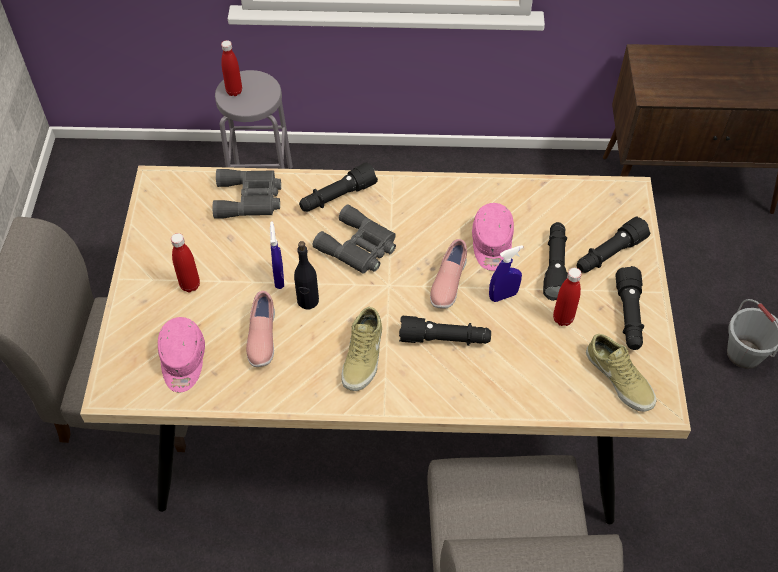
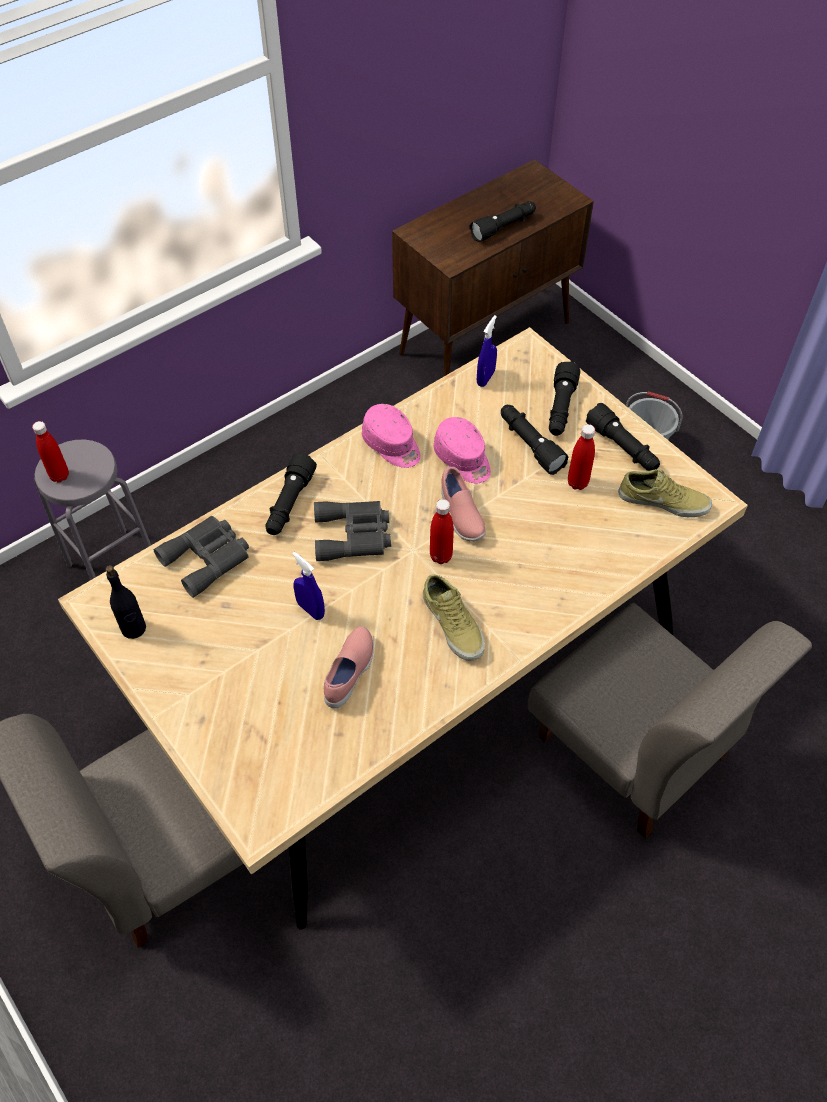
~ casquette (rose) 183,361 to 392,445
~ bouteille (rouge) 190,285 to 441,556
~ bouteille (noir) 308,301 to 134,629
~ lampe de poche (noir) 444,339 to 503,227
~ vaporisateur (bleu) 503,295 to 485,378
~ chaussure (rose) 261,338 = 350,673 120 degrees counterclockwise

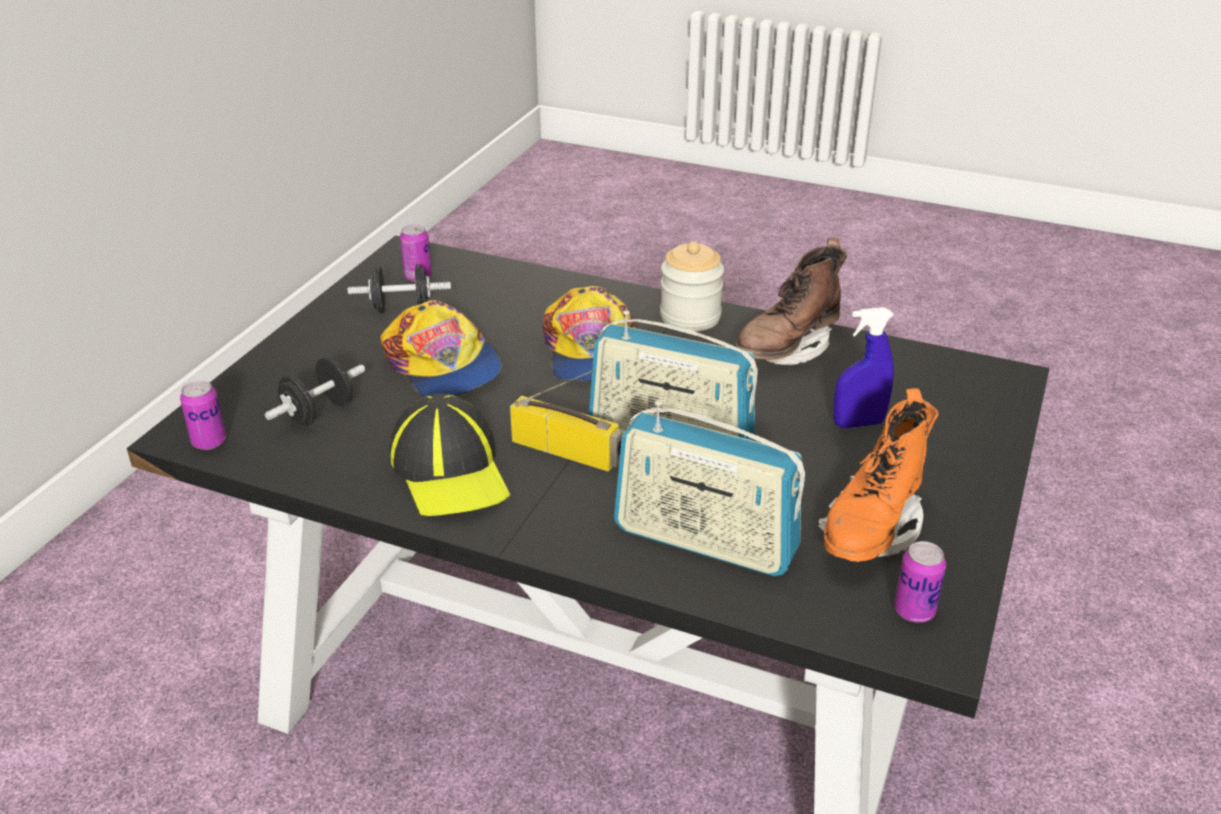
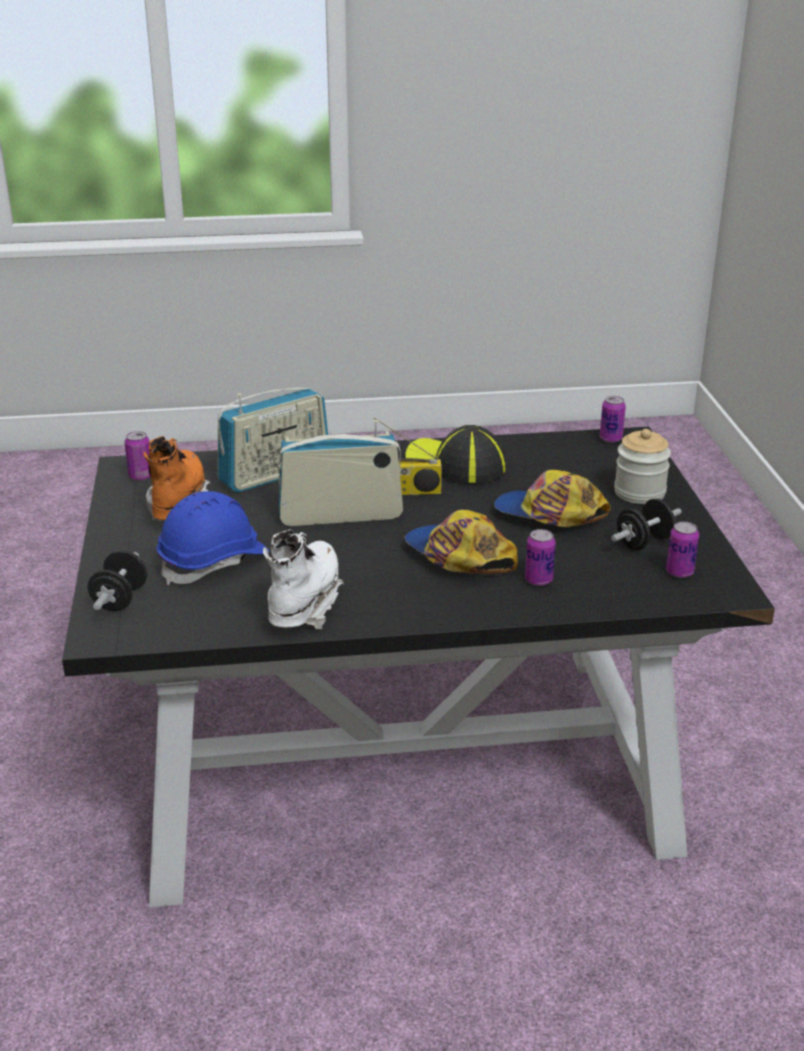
+ boîte métallique 538,580
~ haltère (noir) 319,413 to 120,599
~ bocal 690,317 to 639,493
~ vaporisateur (bleu) 858,423 to casque de chantier (bleu) 214,562
~ botte (marron) 786,349 to botte (blanc) 304,605
~ radio 704,541 = 275,474 150 degrees clockwise

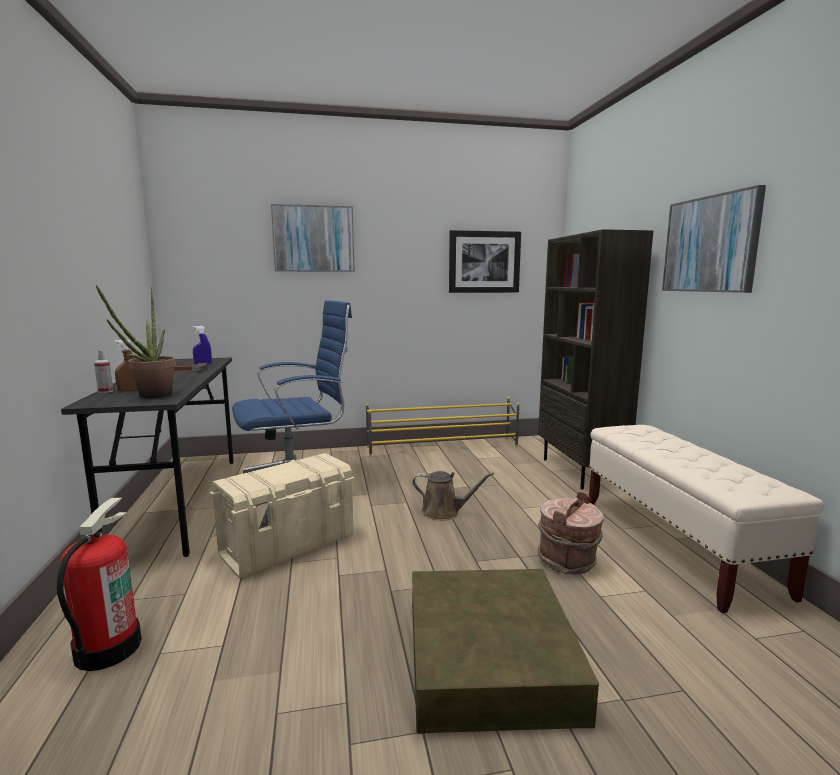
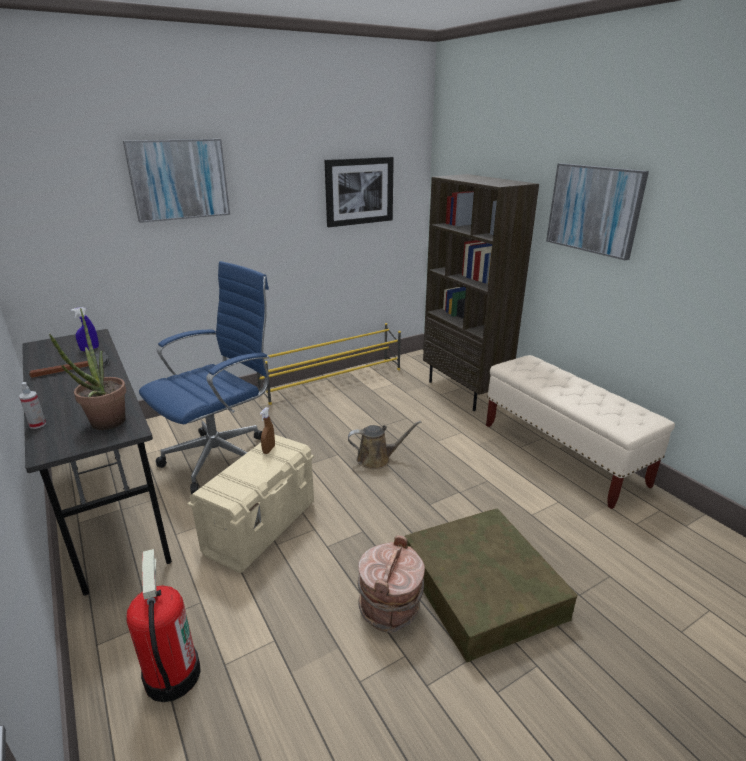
~ vaporisateur (marron) 129,390 to 269,450
~ seau (marron) 568,561 to 390,608

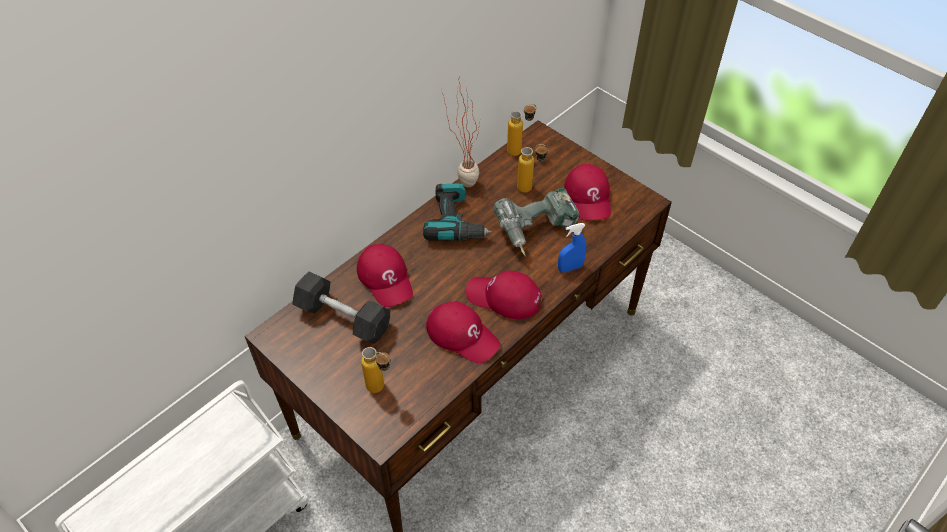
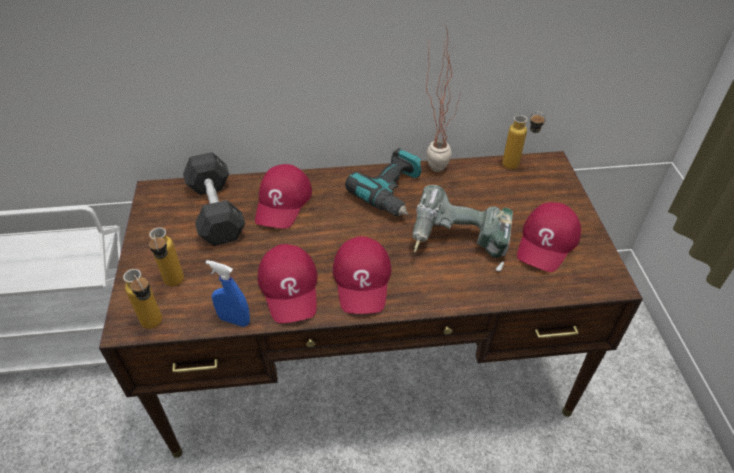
~ bouteille 530,188 to 155,327
~ vaporisateur (bleu) 570,268 to 234,320
~ casquette (rouge) 504,297 = 362,280 150 degrees counterclockwise

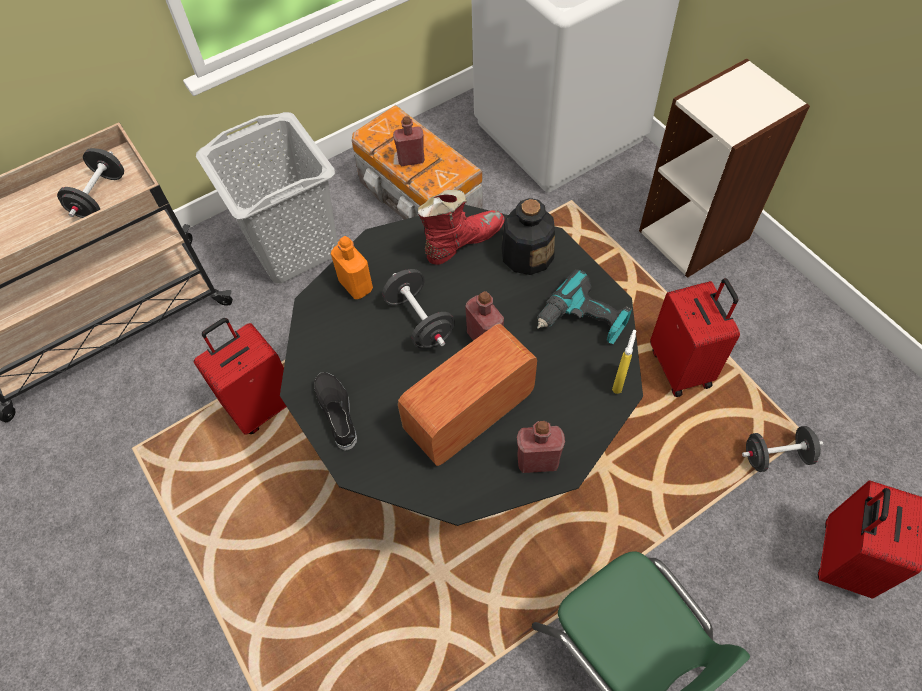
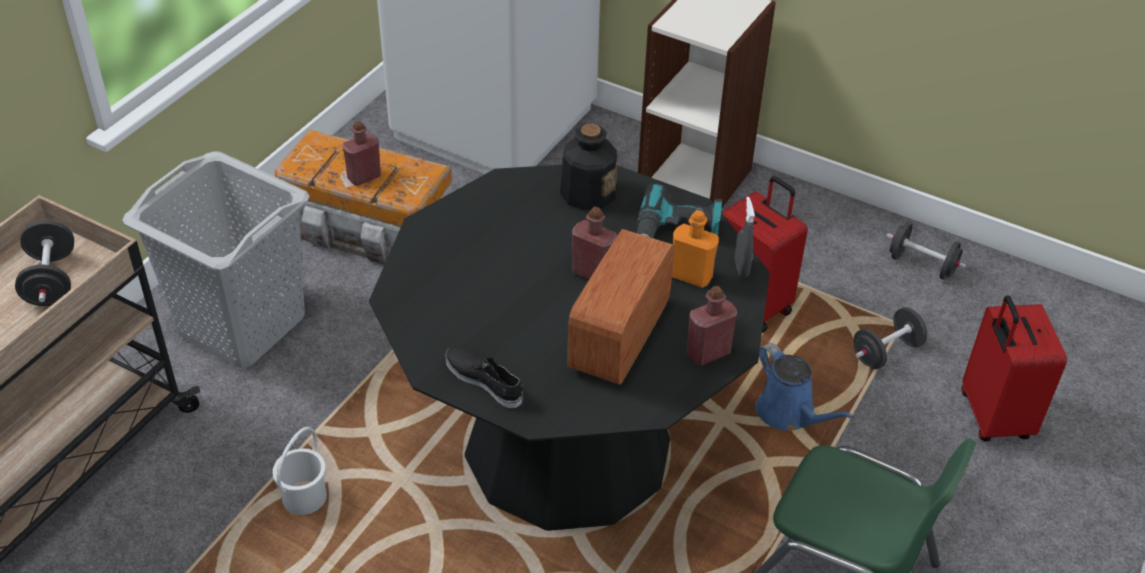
- botte (rouge) 462,242
+ arrosoir (bleu) 789,415
~ bouteille (orange) 356,285 to 691,276
~ haltère (noir) 419,321 to 921,265
~ valise (rouge) 262,405 to seau (blanc) 303,498
~ vaporisateur (jaune) 619,381 to vaporisateur (gris) 741,267

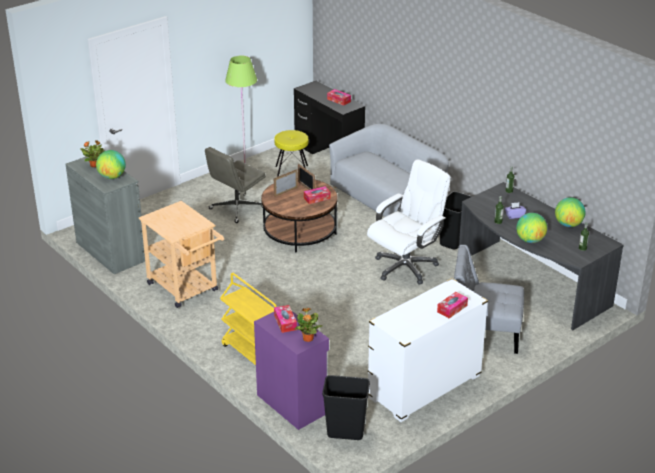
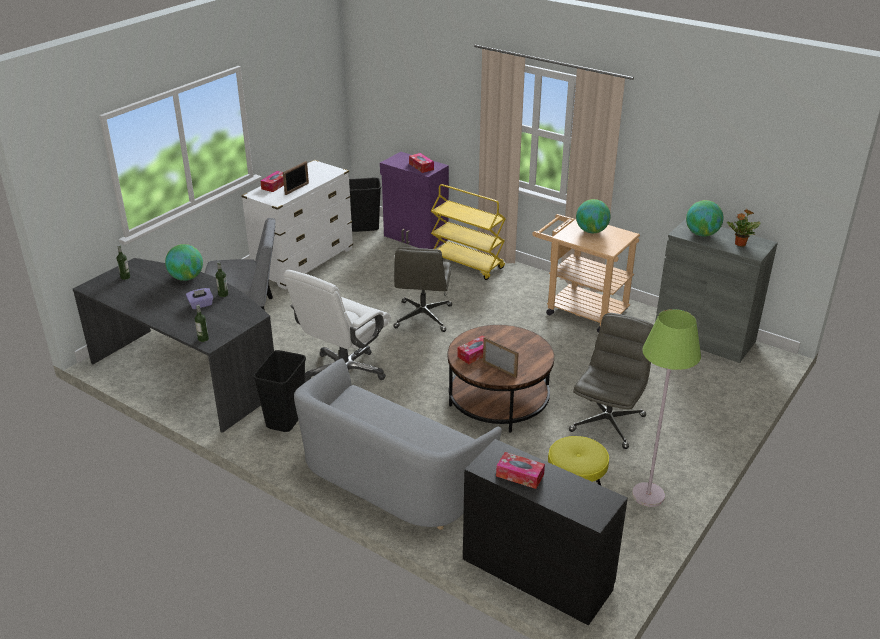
- plante en pot 308,339
+ chaise de bureau (gris) 423,317
~ cadre photo 285,191 to 297,189
~ globe 568,224 to 591,231

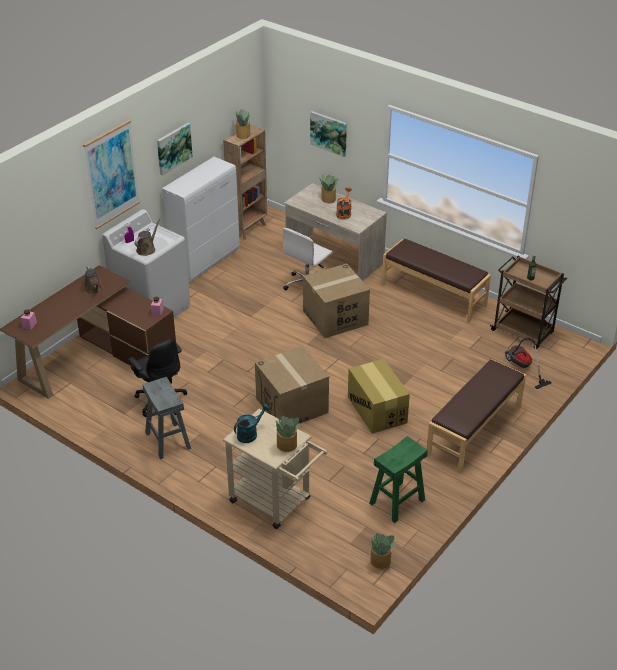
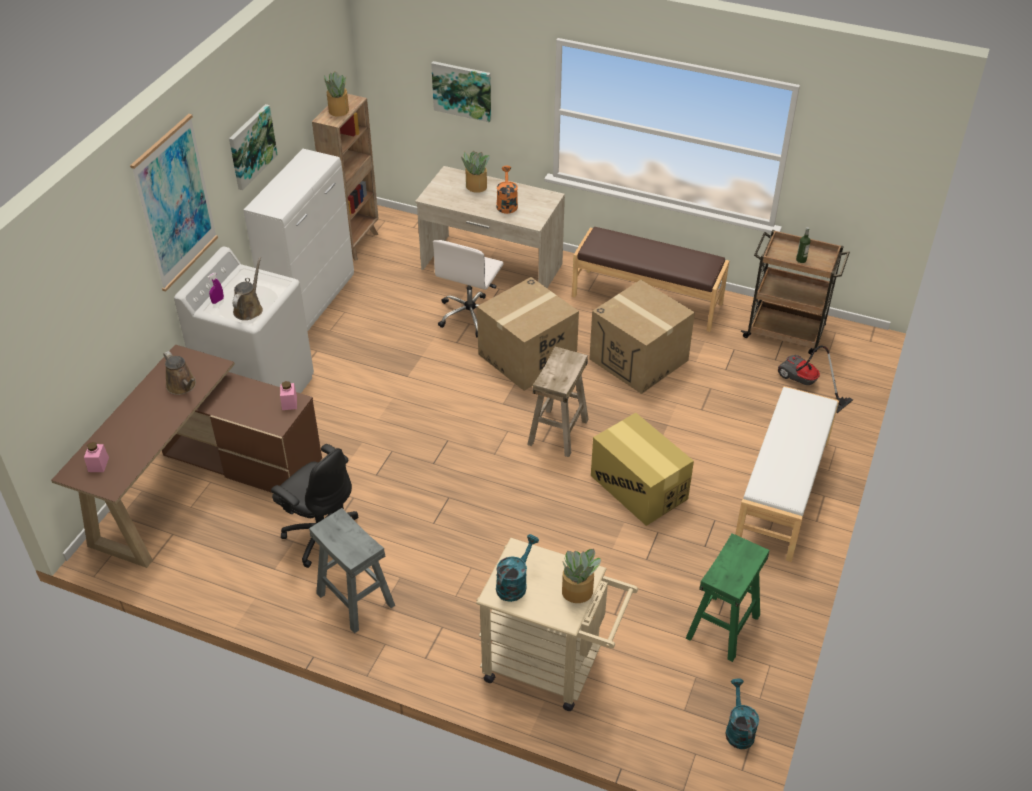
+ tabouret (beige) 558,432
~ carton 292,405 to 639,359
~ plante en pot 381,561 to arrosoir (turquoise) 738,729
~ banc (marron) 475,430 to banc (blanc) 783,492

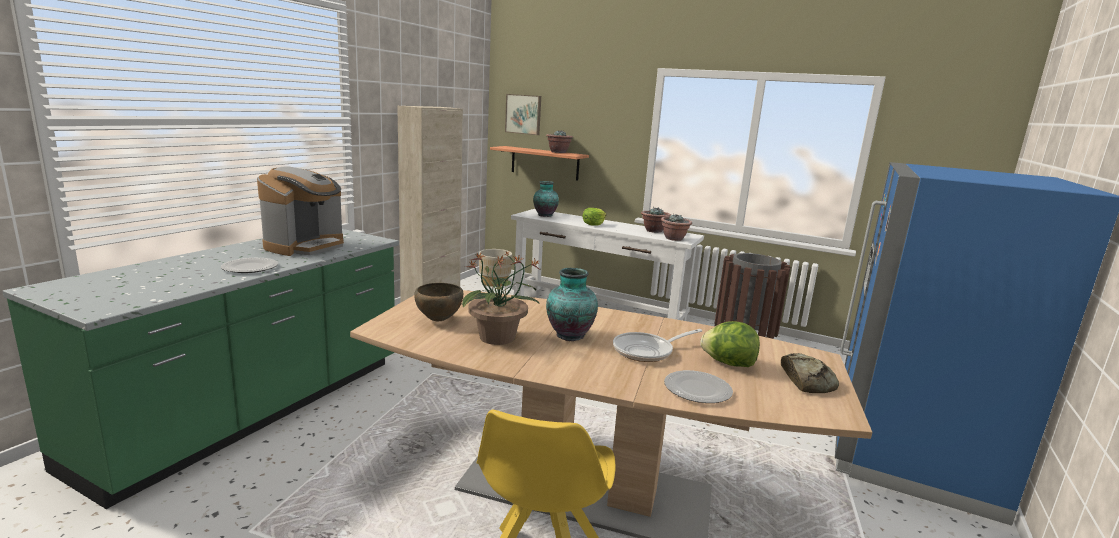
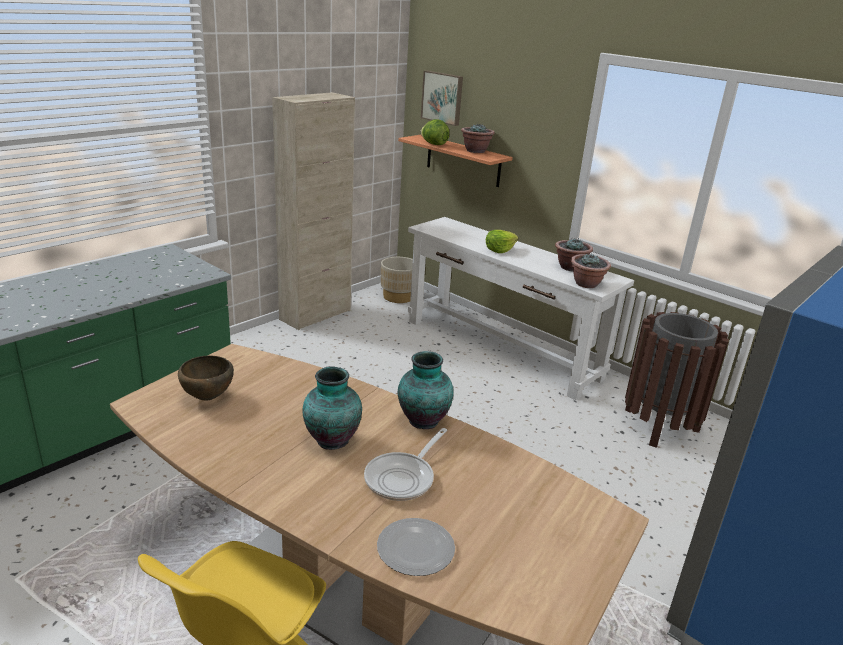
- assiette 249,268
- machine à café 306,246
- plante en pot 498,338
- pain 806,380
~ vase 544,215 to 422,421
~ laitue 728,363 to 434,144
~ poêle 647,351 = 403,478 45 degrees counterclockwise

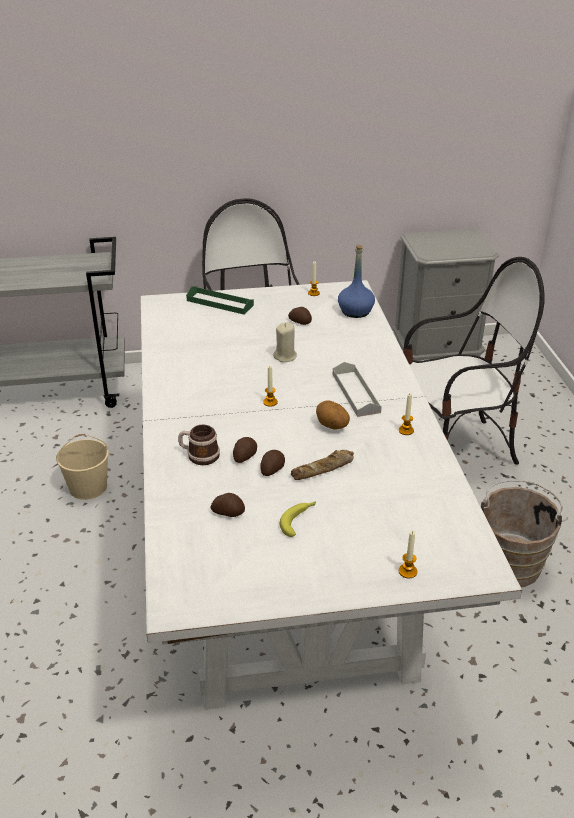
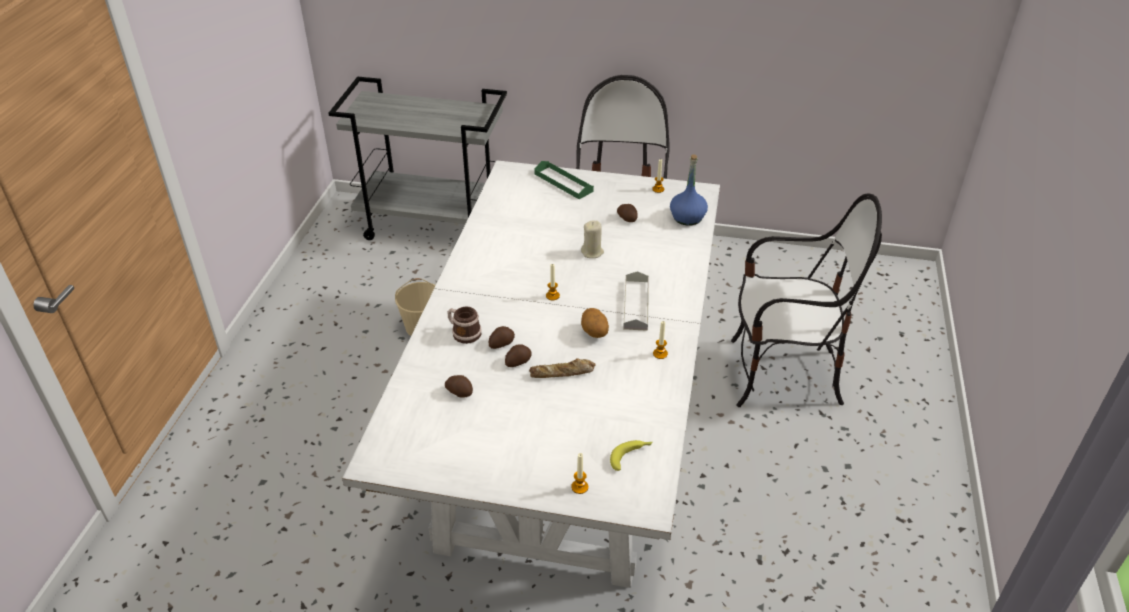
- table de chevet (gris) 436,356
- seau (marron) 510,561
~ banane 299,520 to 631,456

